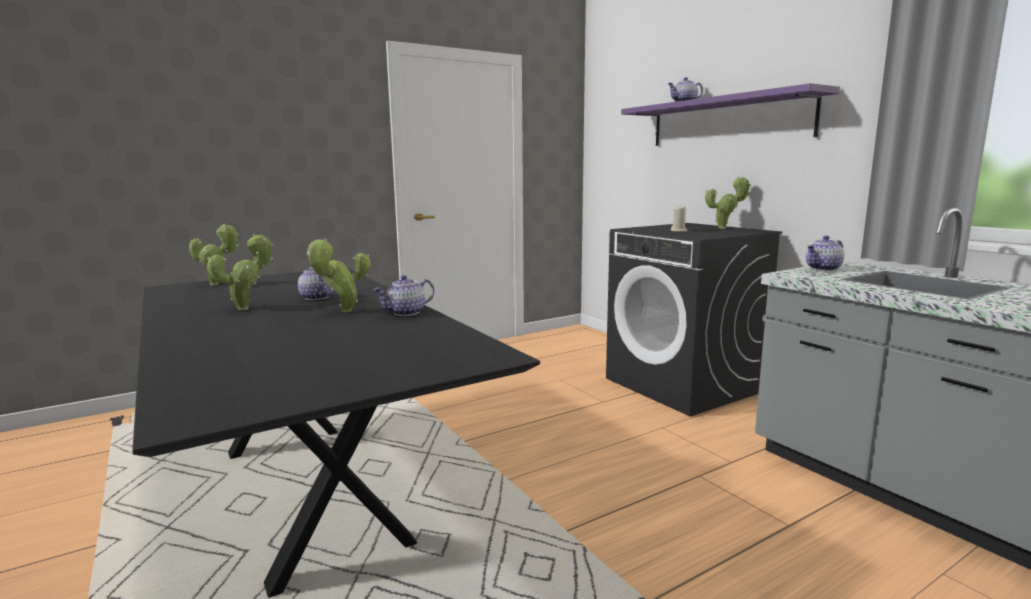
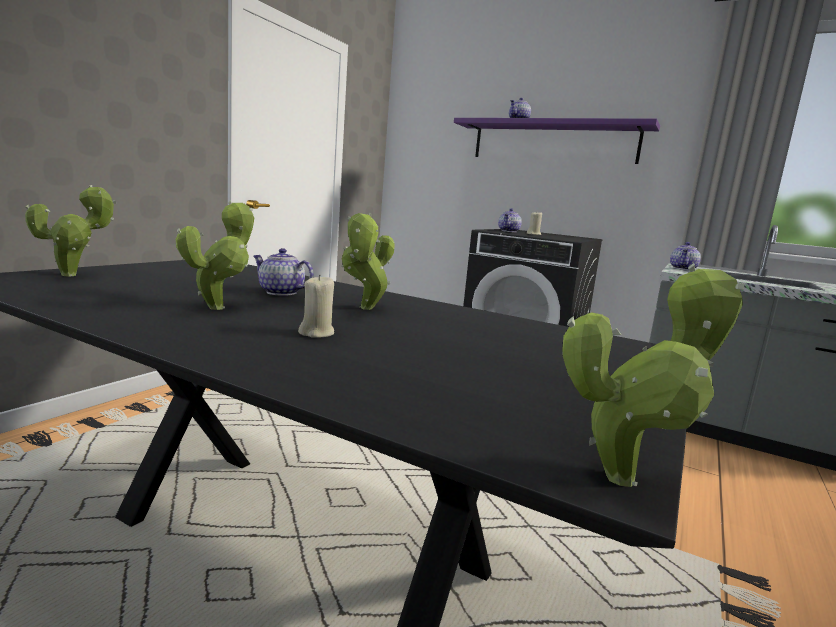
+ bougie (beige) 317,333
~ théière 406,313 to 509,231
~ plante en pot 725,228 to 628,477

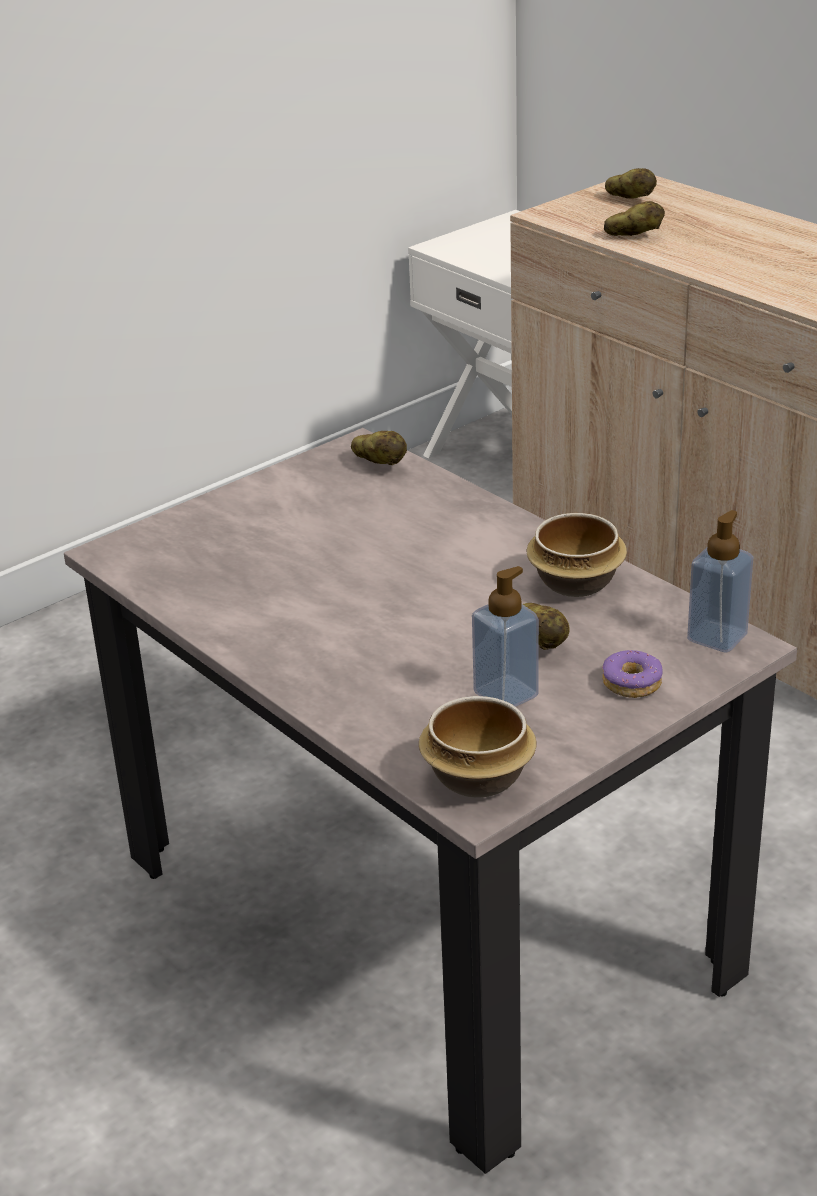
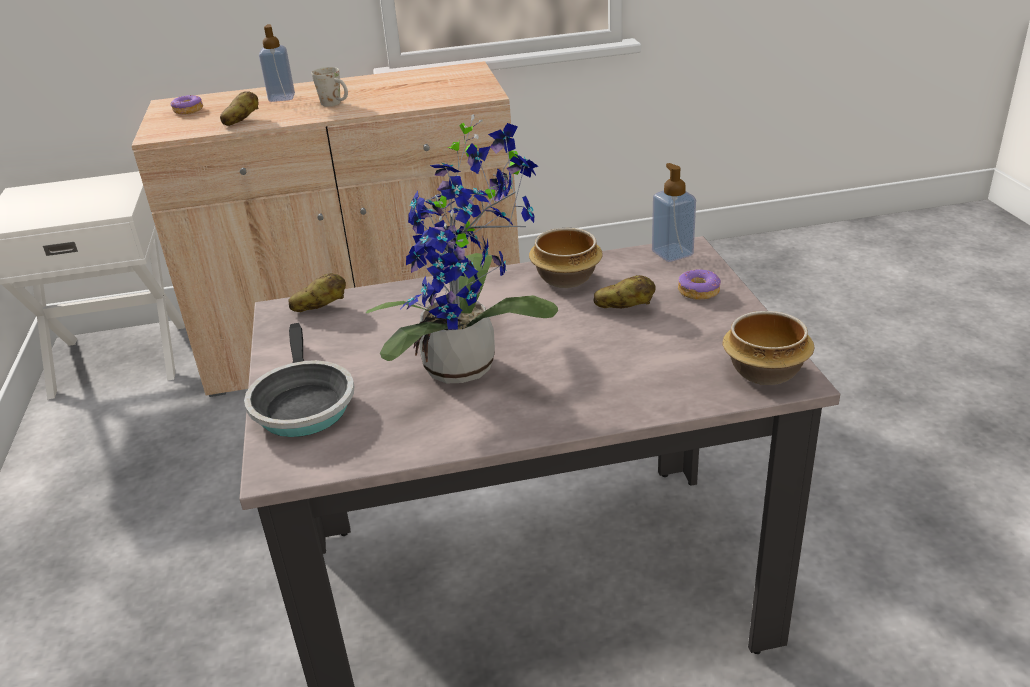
+ poêle 302,404
+ mug (blanc) 335,104
+ plante en pot 470,367
~ distributeur de savon 506,694 to 281,98
~ pomme de terre 630,199 to beignet 188,110

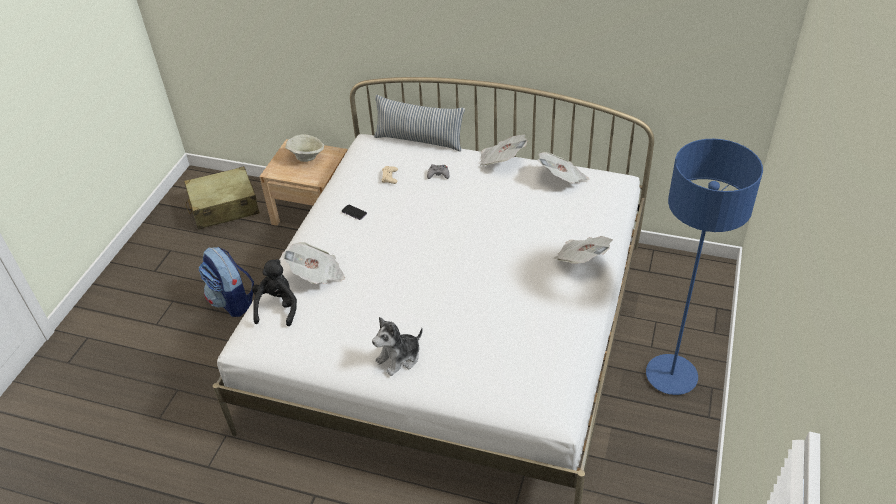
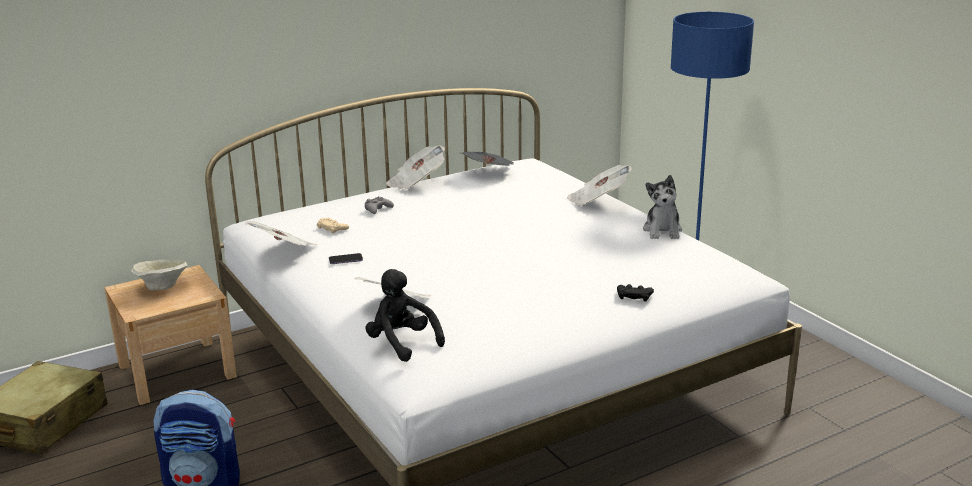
- coussin 419,140
+ journal 283,251
+ manette (noir) 634,295
~ peluche 399,358 to 662,230

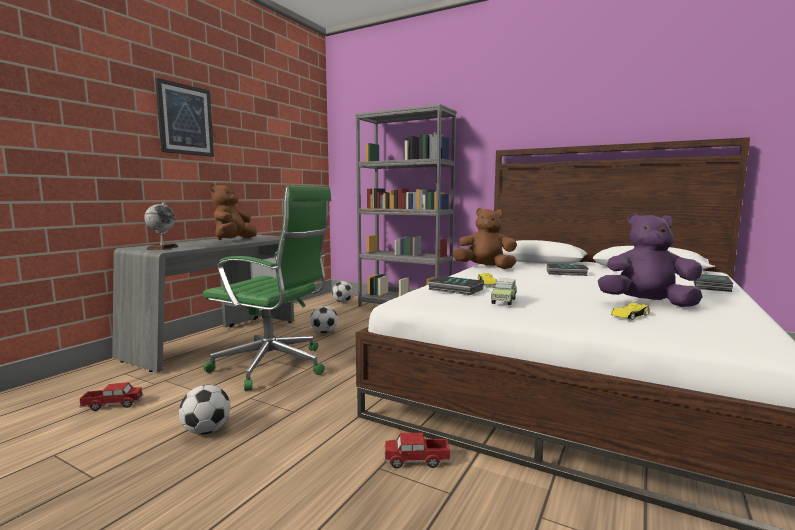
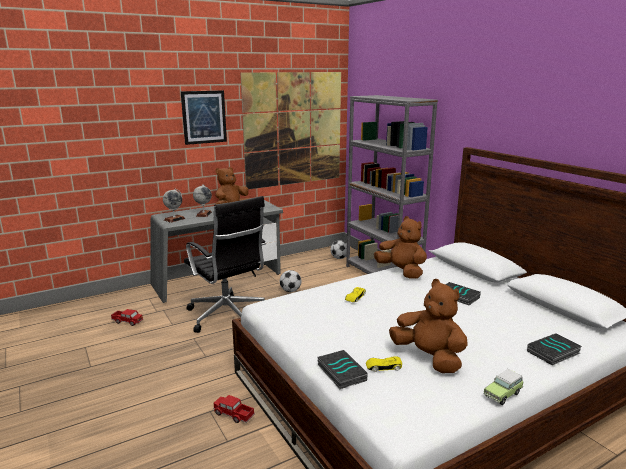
- ballon de foot 206,431
+ globe 203,214
+ tableau 294,129
~ livre 454,289 to 340,372
~ petite voiture 504,301 to 503,394
~ chaise de bureau (vert) 274,366 to chaise de bureau (noir) 228,316
~ peluche (violet) 647,303 to peluche (marron) 429,357

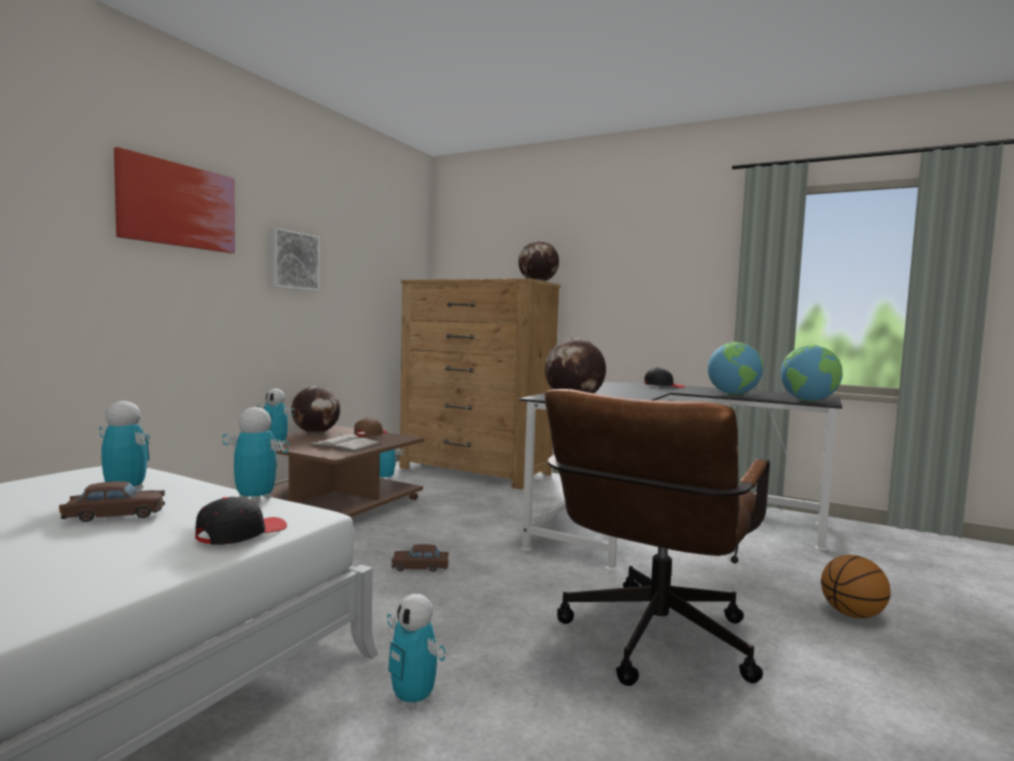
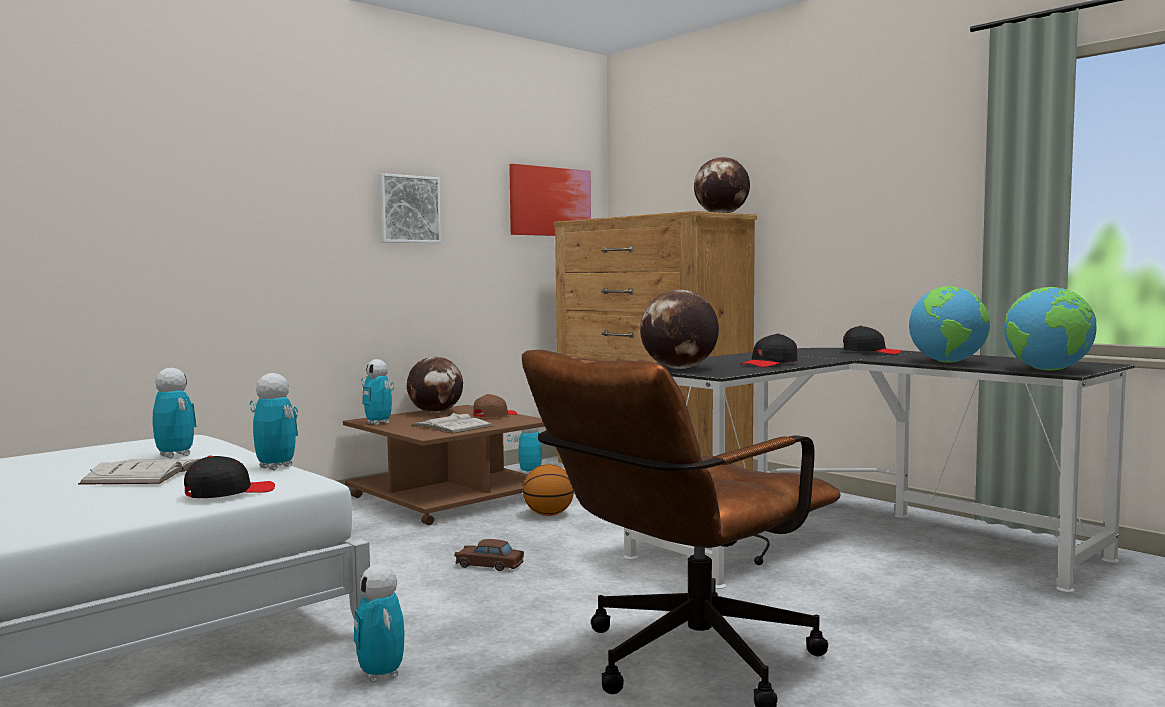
+ casquette (noir) 769,364
~ tableau 178,205 to 550,201
~ ballon de basket 851,614 to 548,514
~ petite voiture (marron) 115,515 to livre (blanc) 144,473

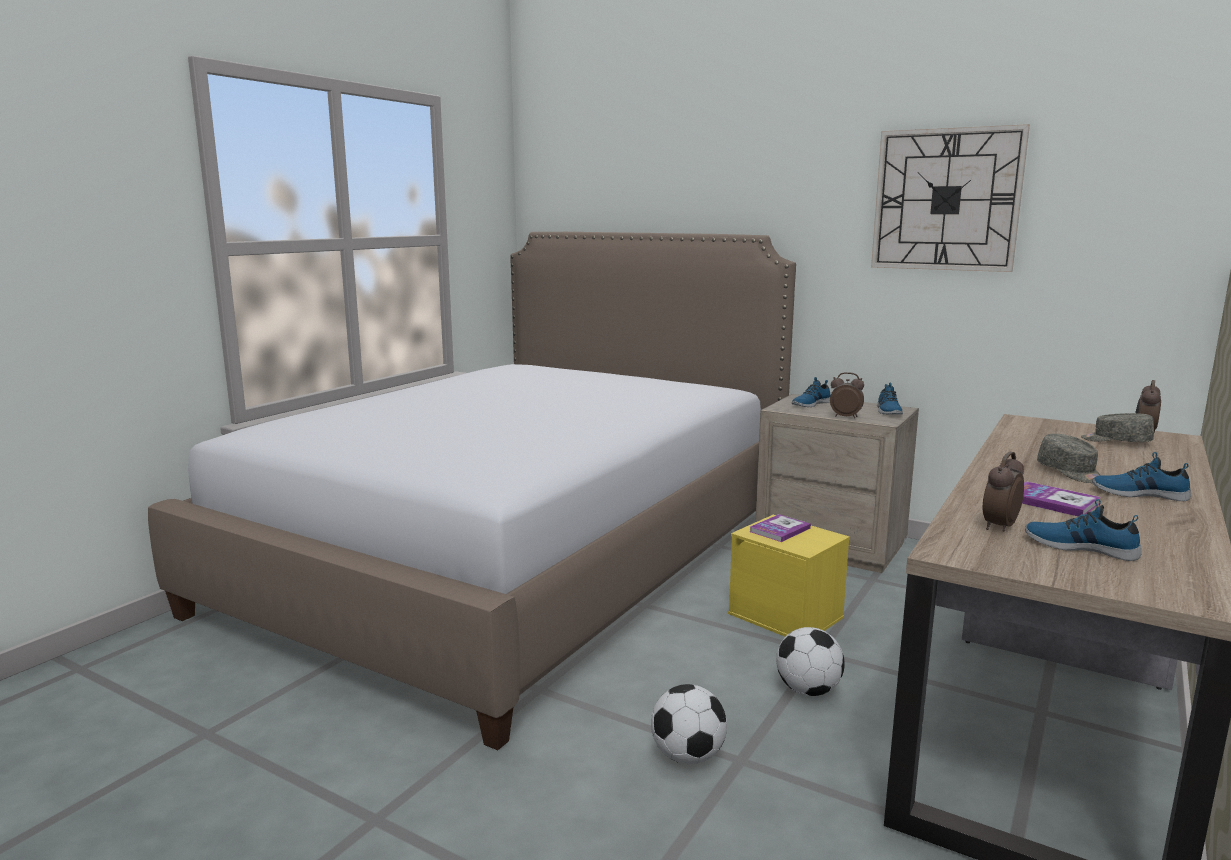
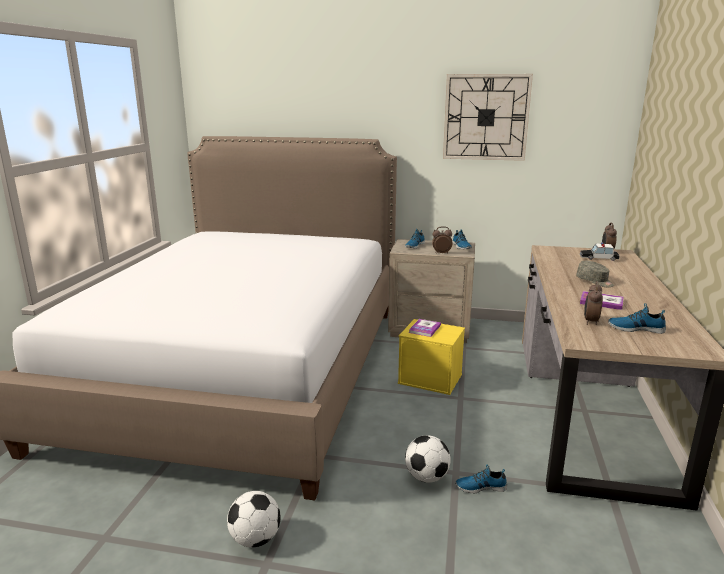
~ ballon de foot 807,690 to 255,539
~ chaussure 1139,493 to 480,486
~ casquette (gris) 1115,441 to petite voiture 598,258

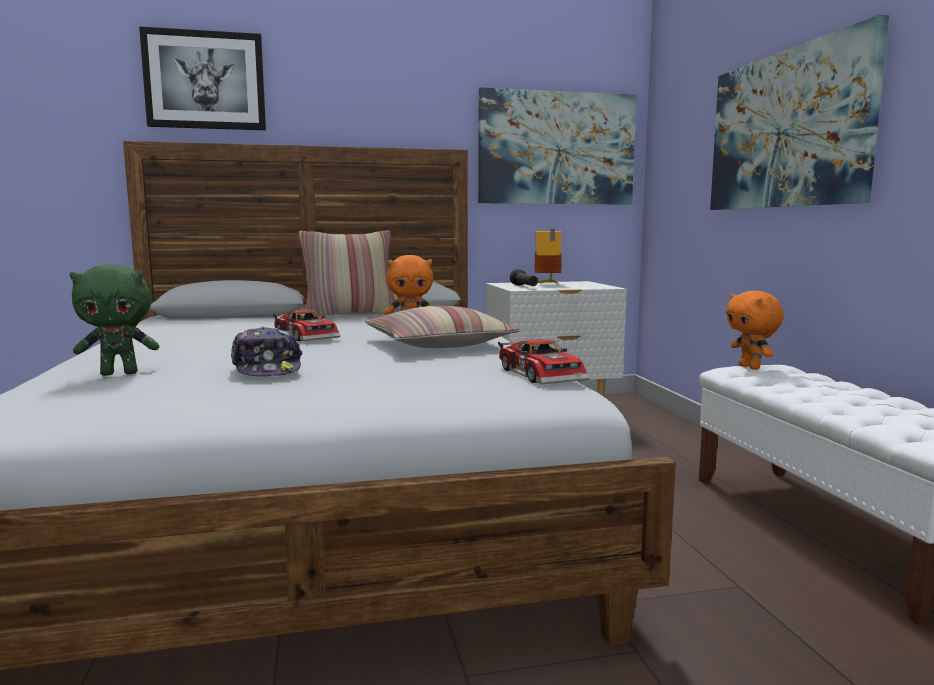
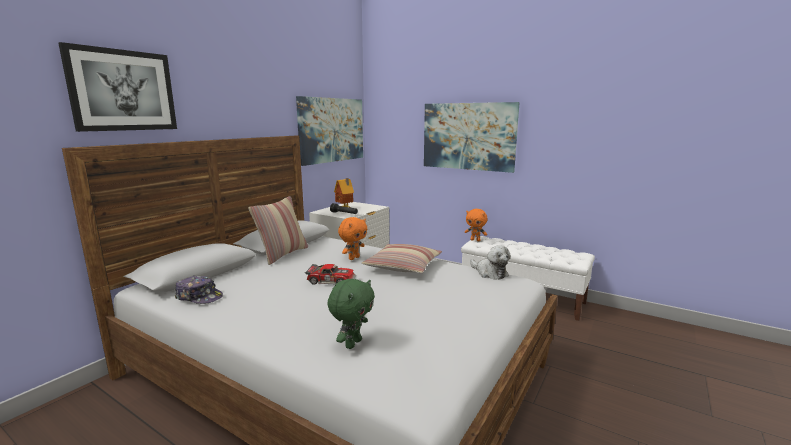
~ casquette 267,369 to 199,297
~ petite voiture 543,374 to peluche 490,273

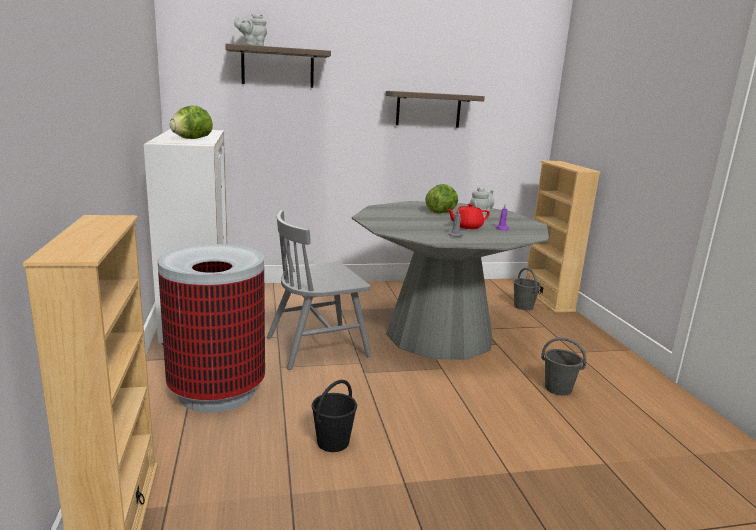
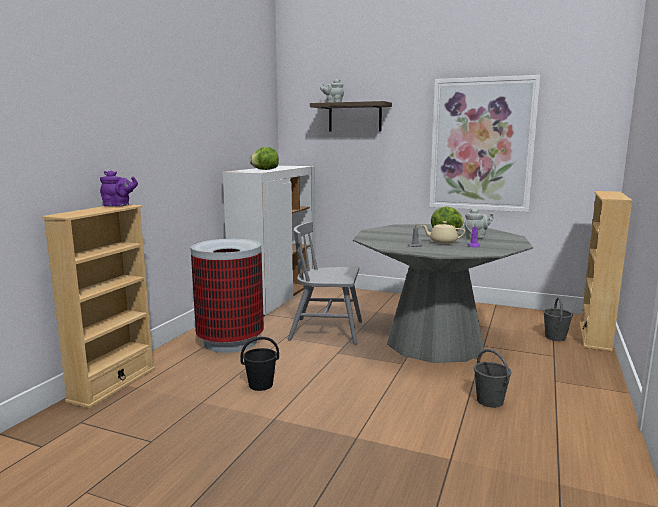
+ théière (violet) 118,205
~ étagère 428,109 to tableau 481,145
~ théière (rouge) 467,227 to théière (beige) 442,242

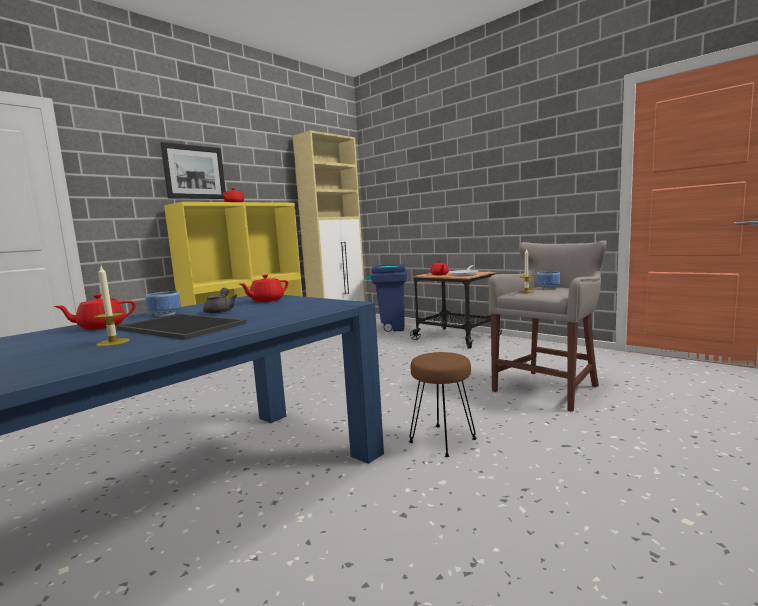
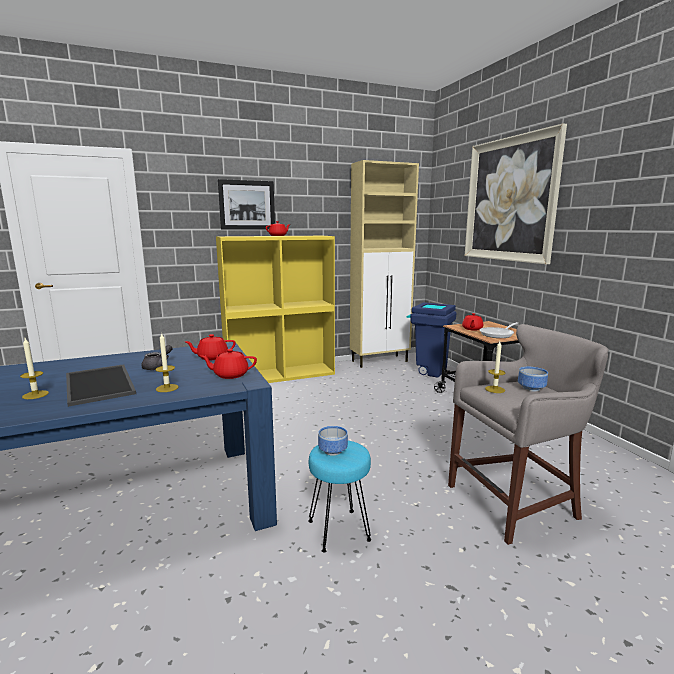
+ bougie 167,388
+ tableau 510,200
~ théière (rouge) 101,327 to 230,375
~ bol 163,314 to 331,450
~ tabouret (marron) 443,440 to tabouret (turquoise) 339,530

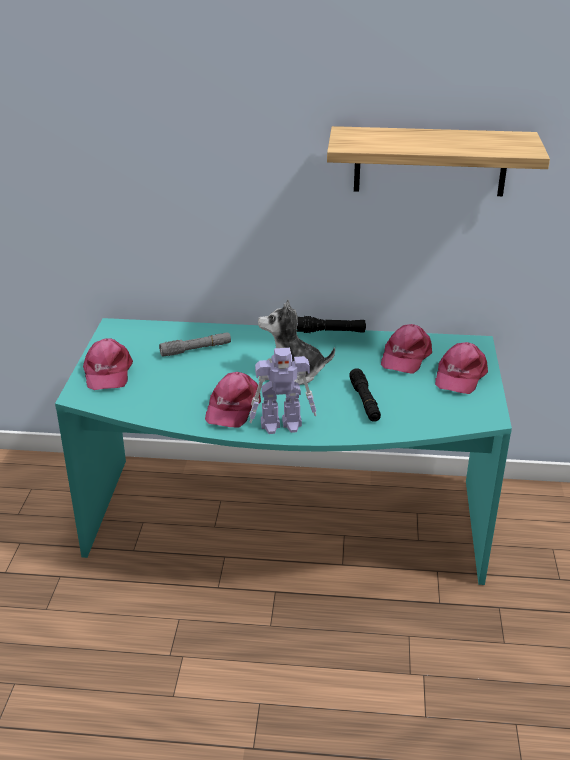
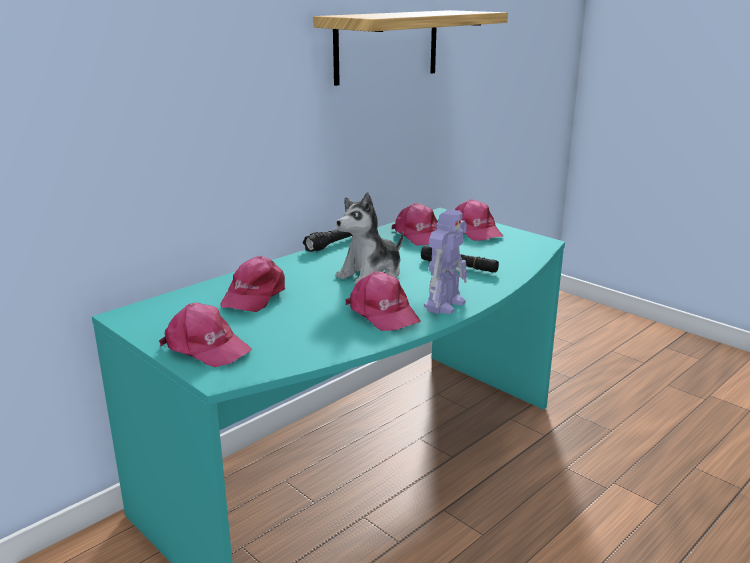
~ lampe de poche (gris) 196,349 to casquette (rose) 254,296

